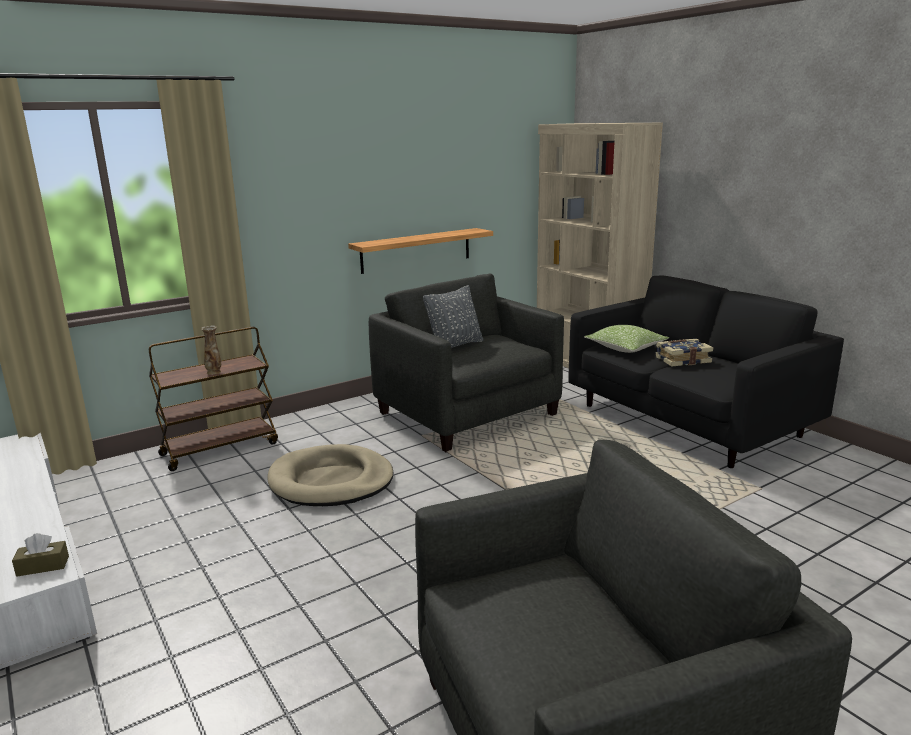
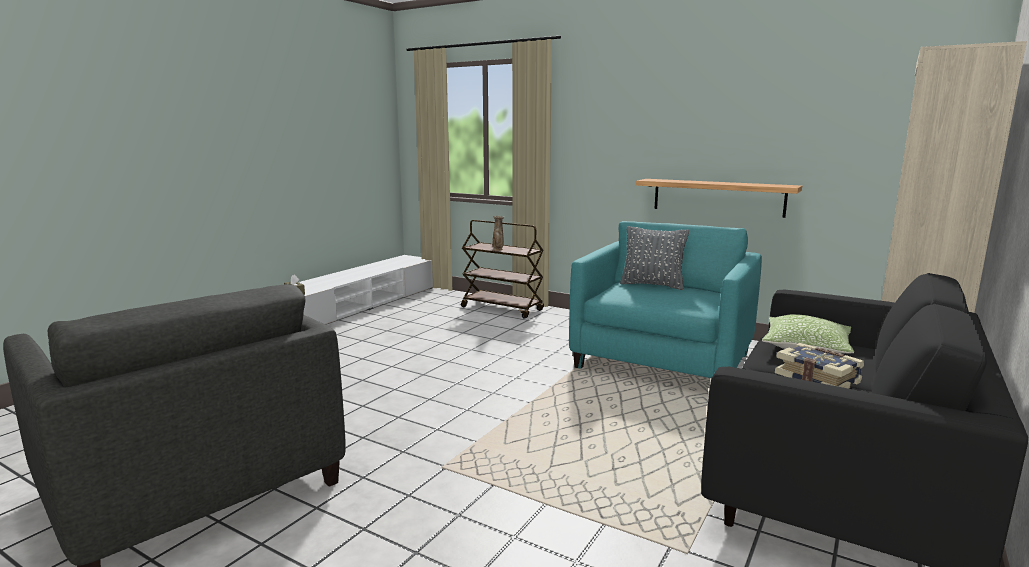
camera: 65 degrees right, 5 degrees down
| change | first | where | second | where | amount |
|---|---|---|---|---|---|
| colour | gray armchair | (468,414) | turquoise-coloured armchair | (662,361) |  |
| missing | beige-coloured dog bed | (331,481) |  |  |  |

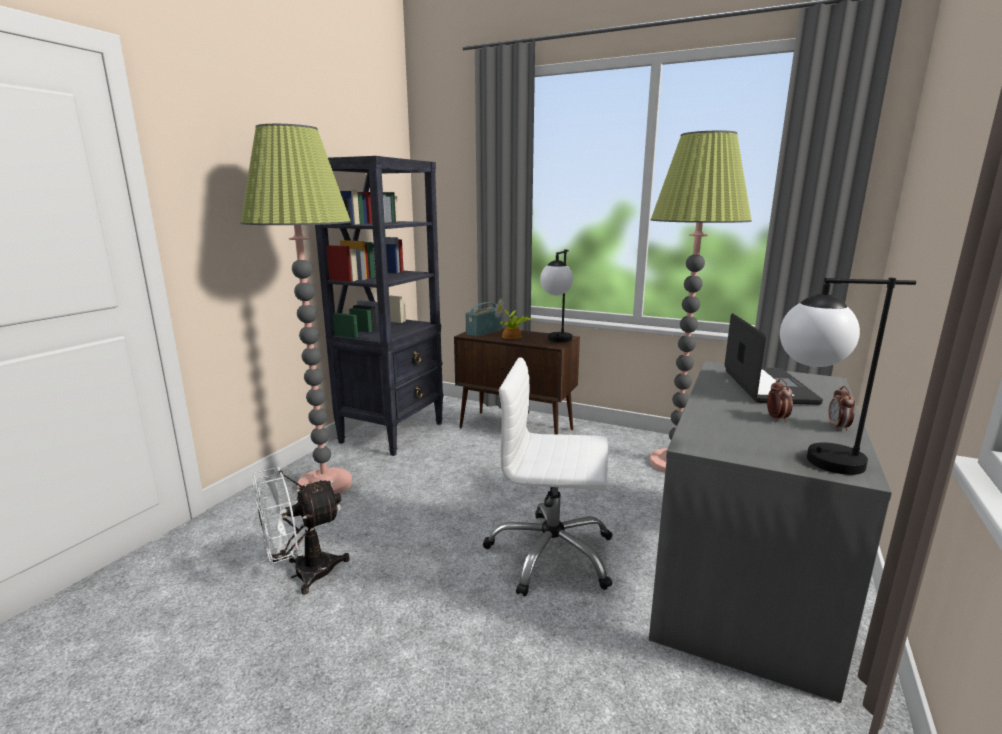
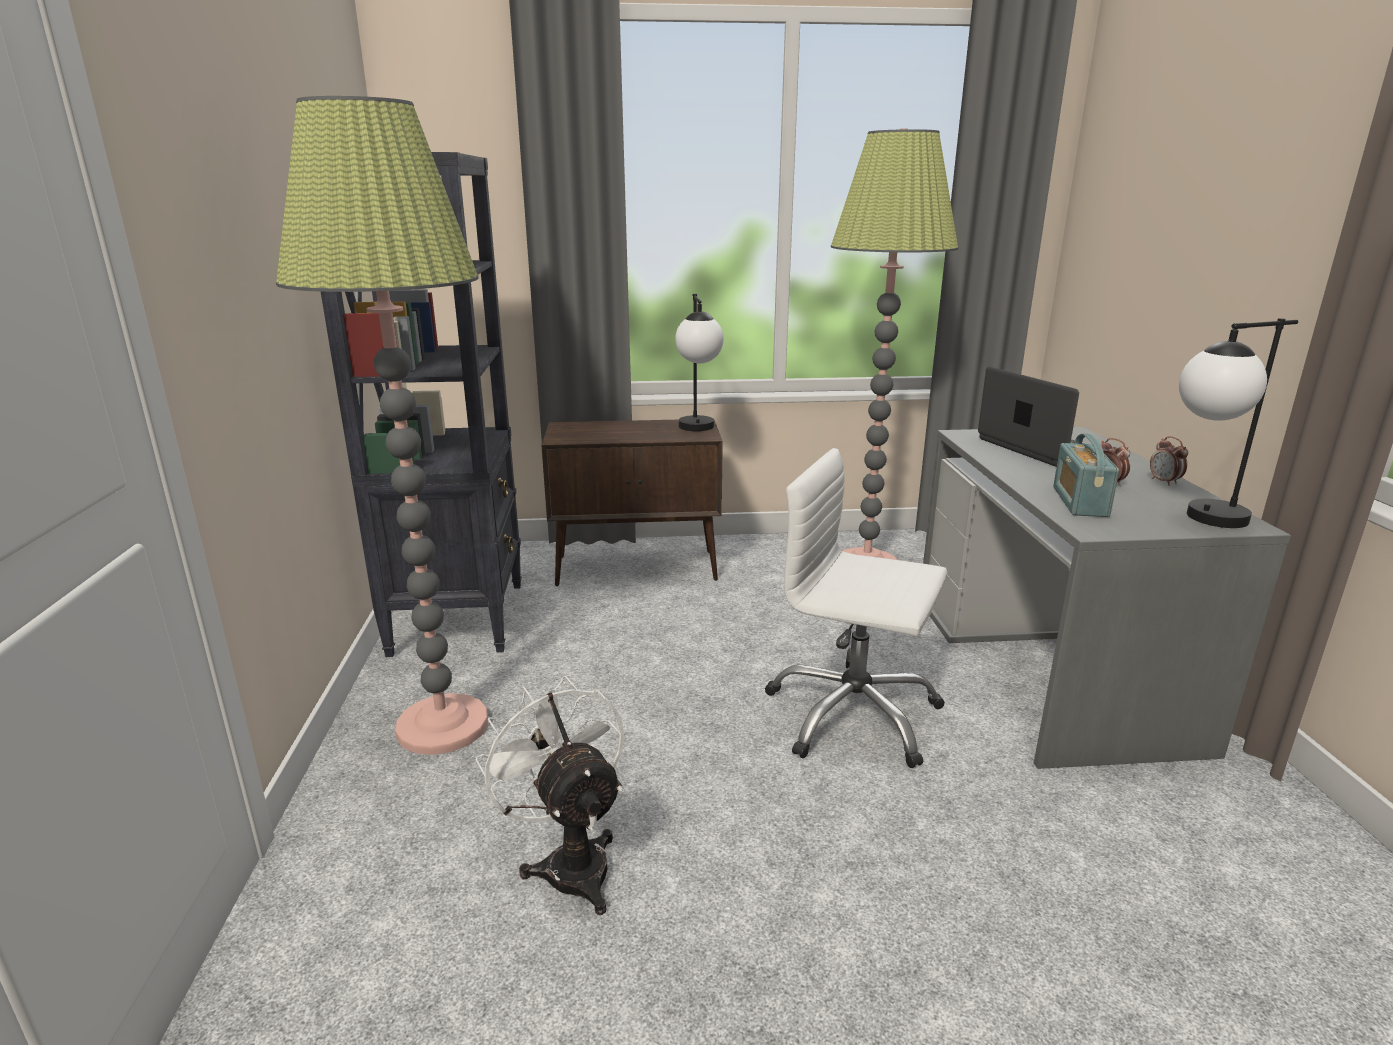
camera: 30 degrees left, 5 degrees up
| change | first | where | second | where | amount |
|---|---|---|---|---|---|
| spun | whitish electric fan | (303,574) |  | (570,862) | 120 degrees clockwise |
| spun | whitish office chair | (551,554) |  | (852,715) | 45 degrees clockwise |
| relocated | radio | (483,332) |  | (1079,502) |  |
| missing | houseplant | (512,336) |  |  |  |

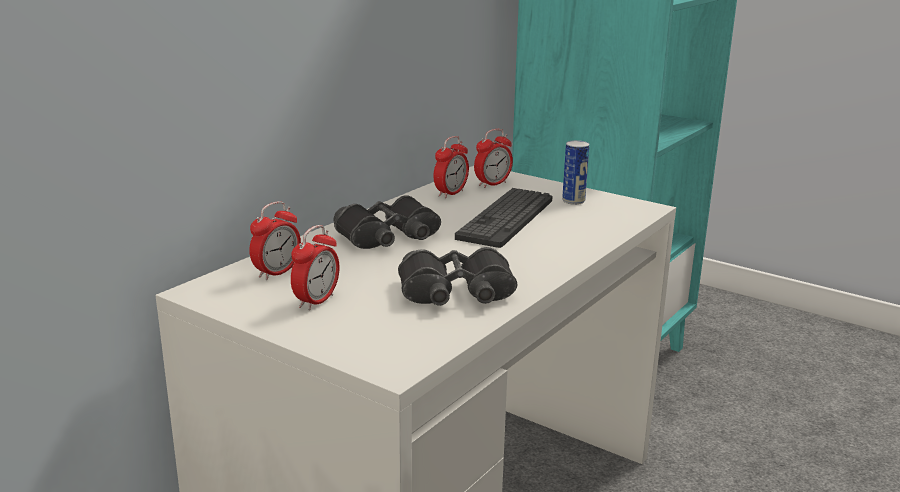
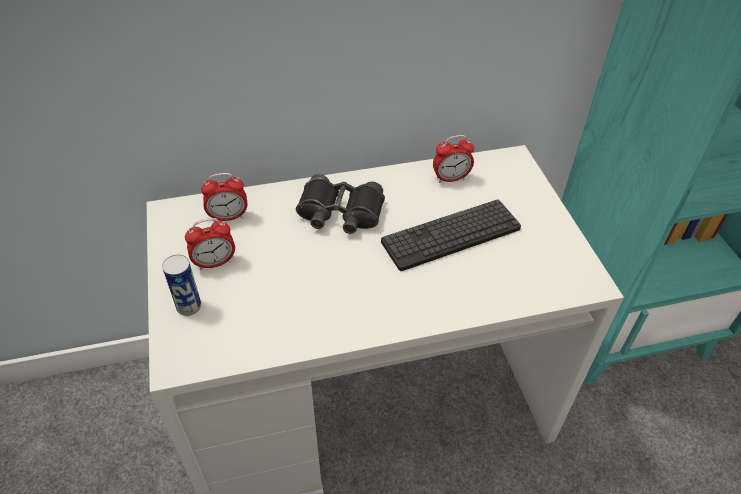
camera: 40 degrees right, 25 degrees up
| change | first | where | second | where | amount |
|---|---|---|---|---|---|
| relocated | can | (573,201) |  | (189,306) |  |
| missing | blackish field glasses | (456,293) |  |  |  |
| missing | bedside clock | (492,184) |  |  |  |

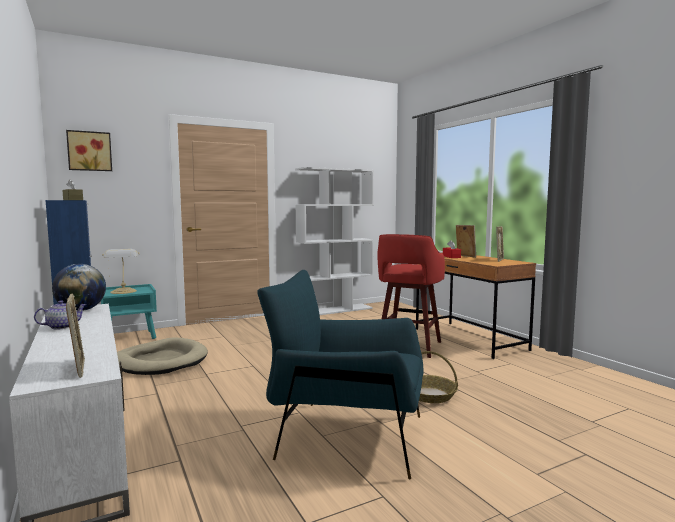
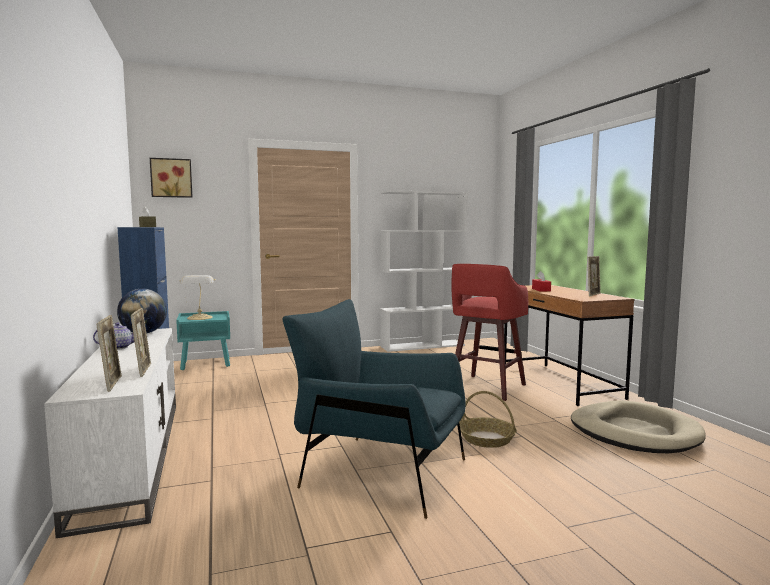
camera: 10 degrees right, 0 degrees up
| change | first | where | second | where | amount |
|---|---|---|---|---|---|
| relocated | standing frame | (465,256) |  | (143,370) |  |
| relocated | beige-coloured dog bed | (161,361) |  | (634,432) |  |

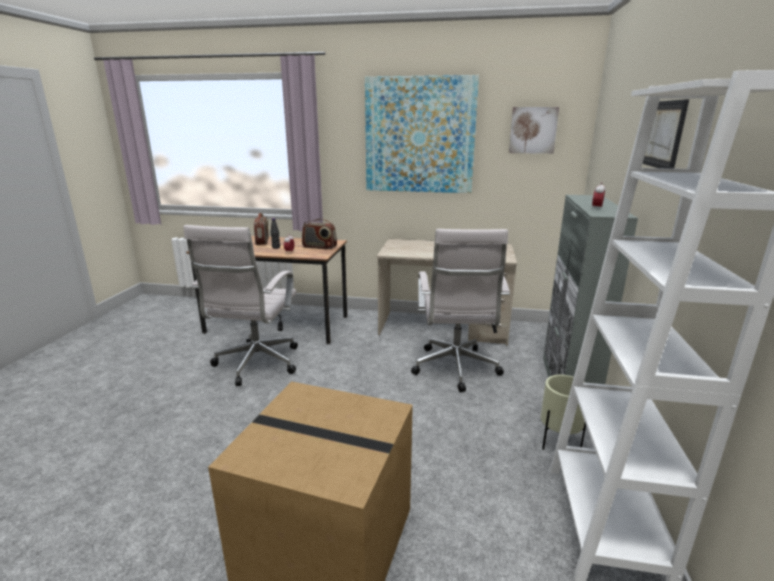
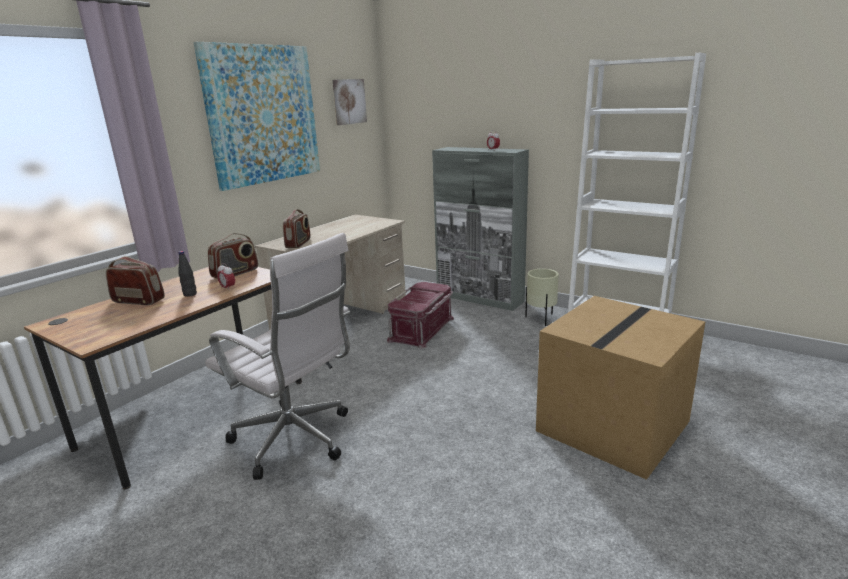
camera: 65 degrees left, 0 degrees up
| change | first | where | second | where | amount |
|---|---|---|---|---|---|
| appeared |  |  | radio | (298,243) |  |
| exchanged | whitish office chair | (455,370) | red-coloured storage bin | (422,329) |  |
| missing | wall picture | (663,134) |  |  |  |

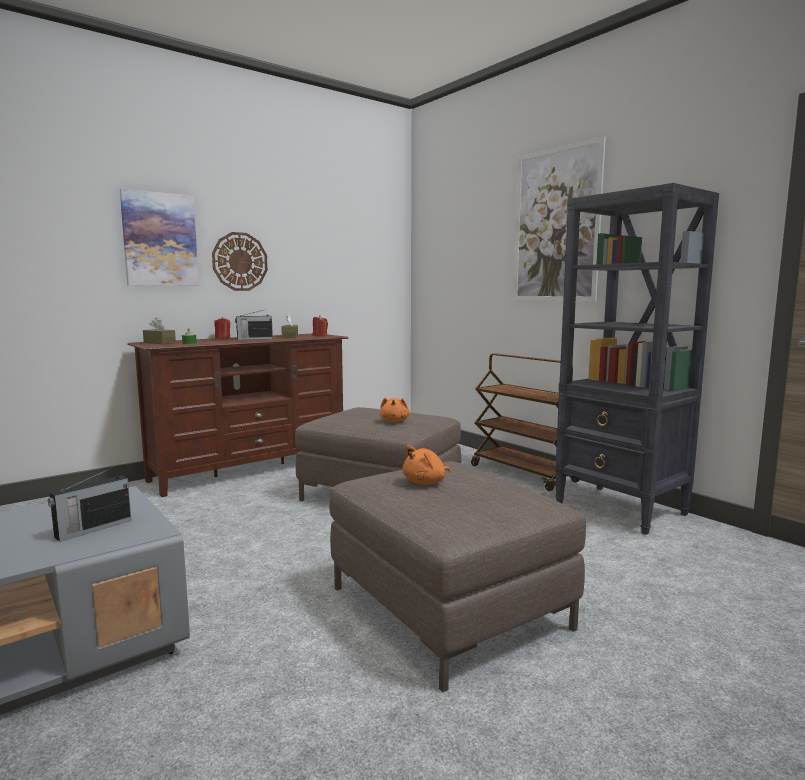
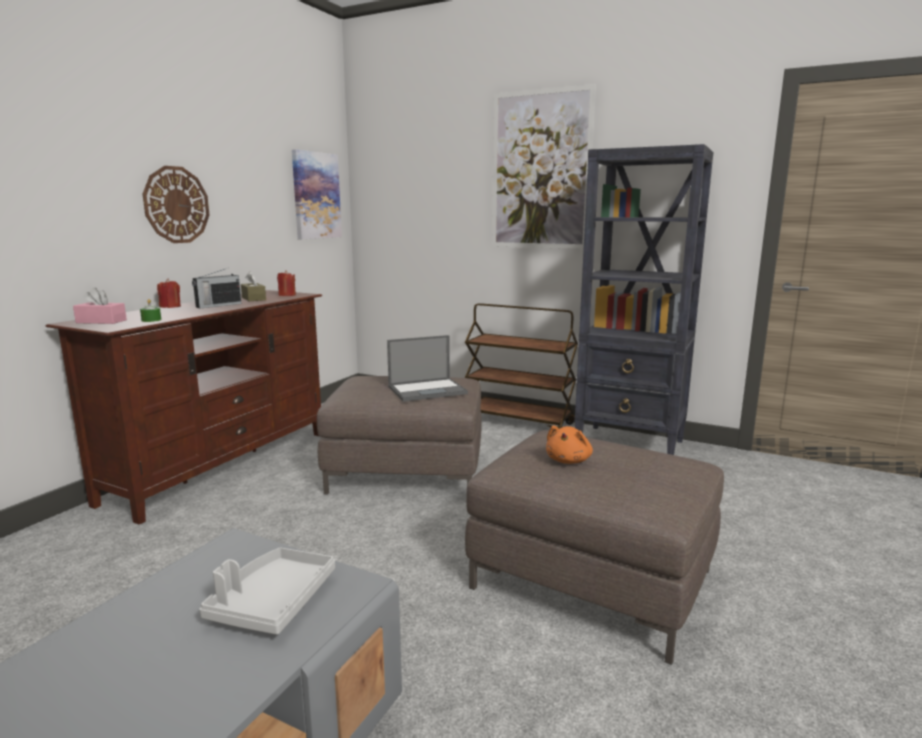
camera: 25 degrees left, 5 degrees up
| change | first | where | second | where | amount |
|---|---|---|---|---|---|
| colour | brownish tissue holder | (159,343) | pink tissue holder | (101,321) |  |
| exchanged | radio | (92,529) | gray serving tray | (272,602) |  |
| relocated | wall picture | (160,239) |  | (316,195) |  |
| exchanged | orange cuddly toy | (394,421) | notebook computer | (428,390) |  |

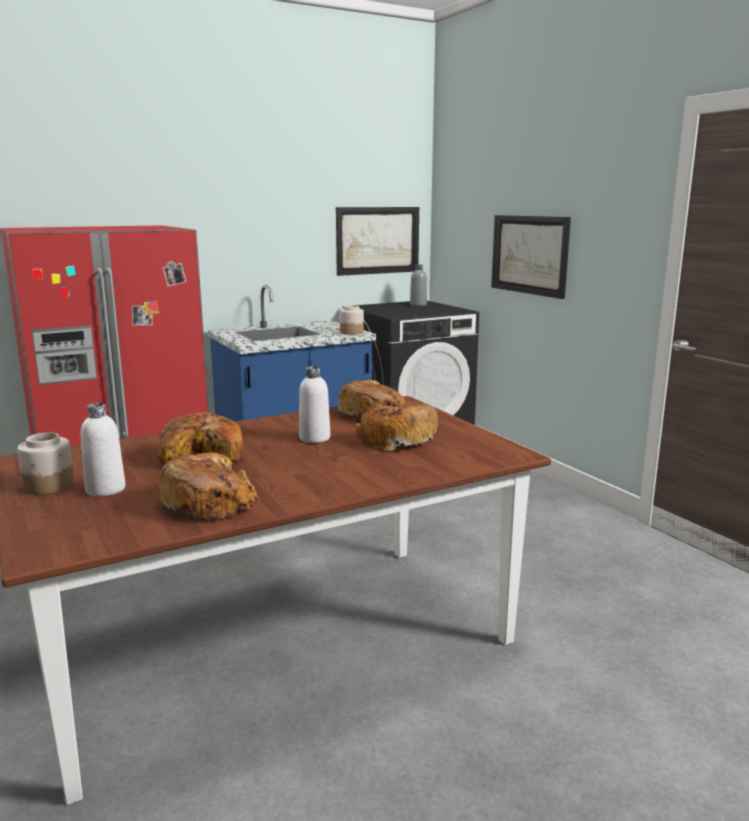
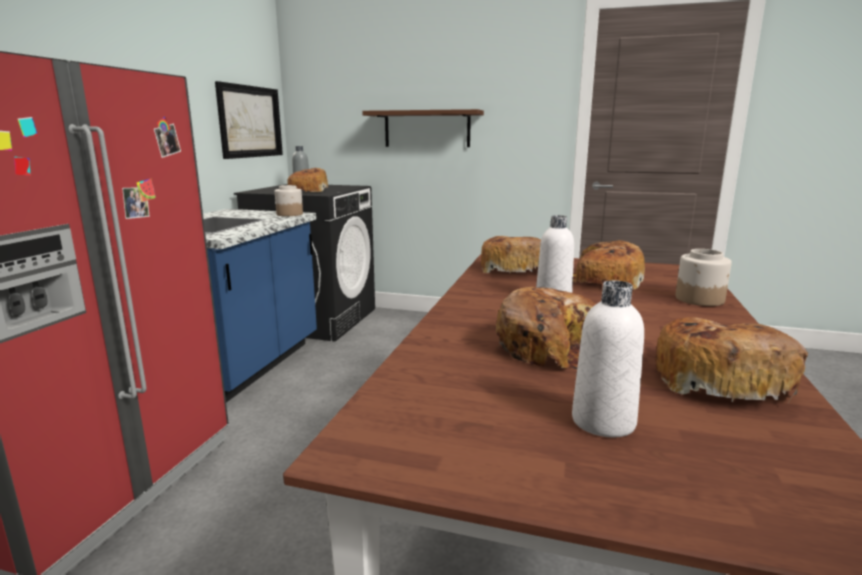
camera: 45 degrees left, 0 degrees up
| change | first | where | second | where | amount |
|---|---|---|---|---|---|
| appeared |  |  | bread | (306,191) |  |
| exchanged | wall picture | (529,254) | brownish wall shelf | (427,129) |  |
| relocated | jar | (49,486) |  | (700,299) |  |

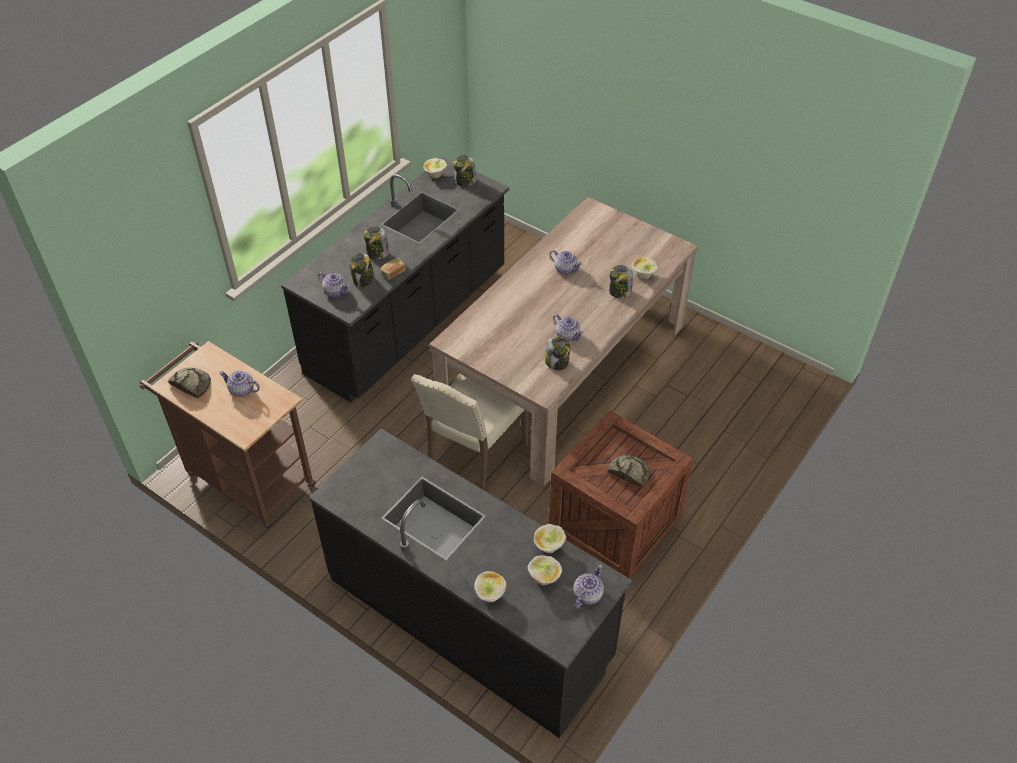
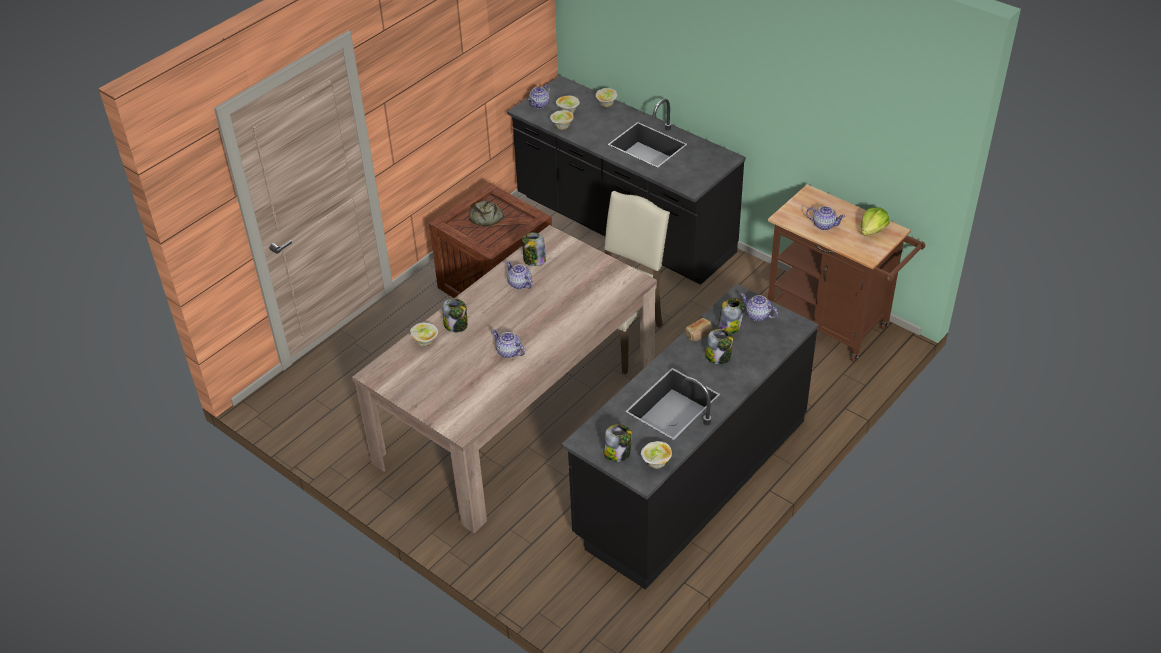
camera: 175 degrees left, 5 degrees down
| change | first | where | second | where | amount |
|---|---|---|---|---|---|
| exchanged | bread | (191,384) | head of lettuce | (872,230) |  |

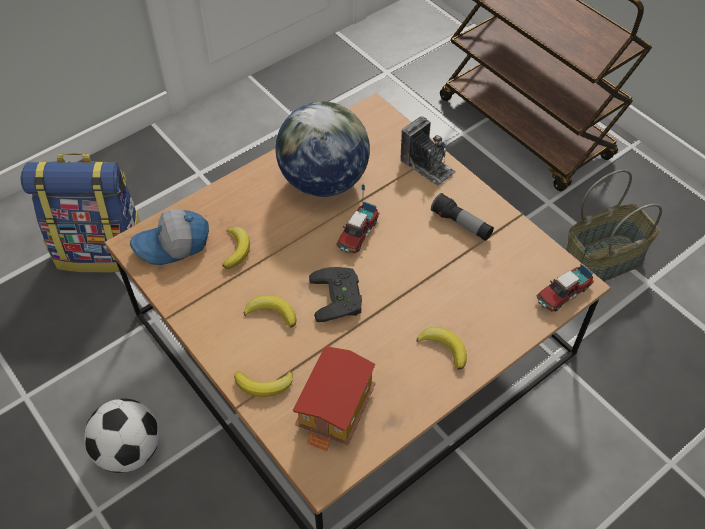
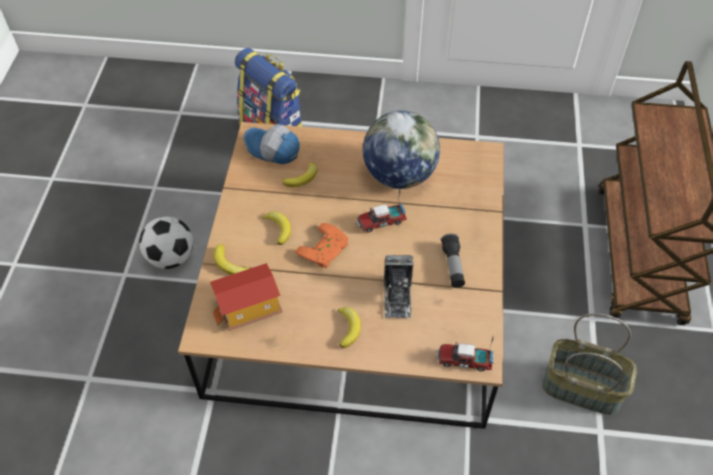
camera: 45 degrees right, 0 degrees up
| change | first | where | second | where | amount |
|---|---|---|---|---|---|
| colour | blackish game controller | (340,297) | orange game controller | (326,250) |  |
| relocated | photo camera | (427,165) |  | (397,297) |  |

